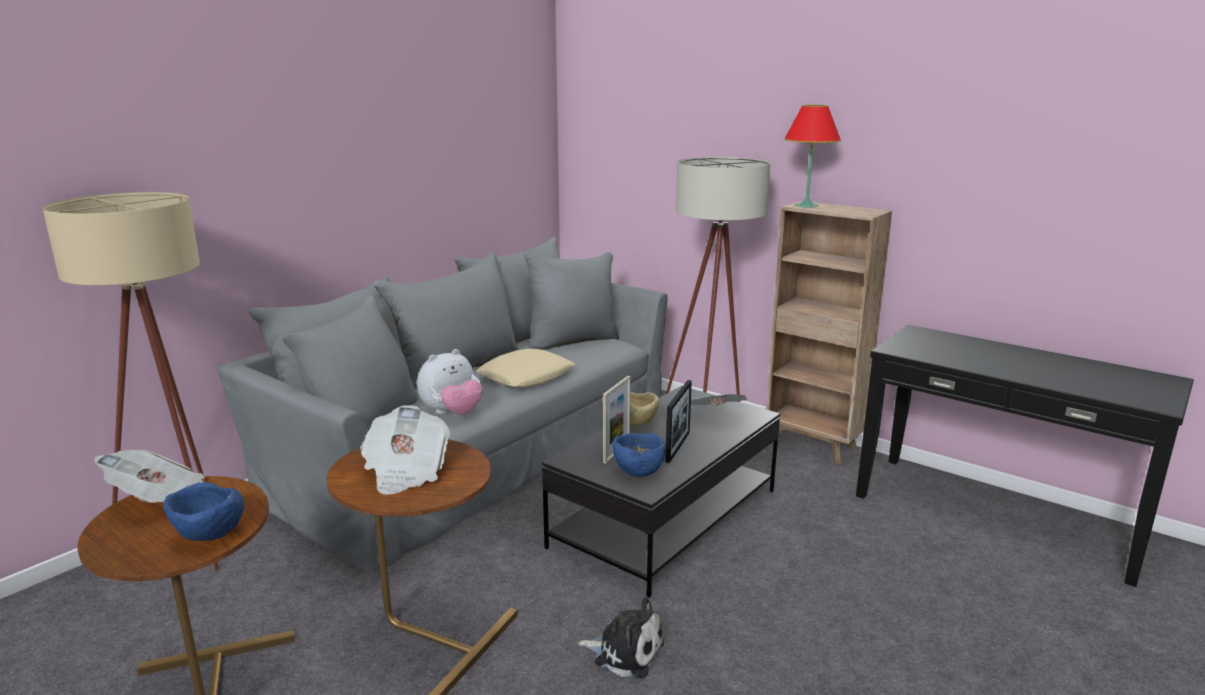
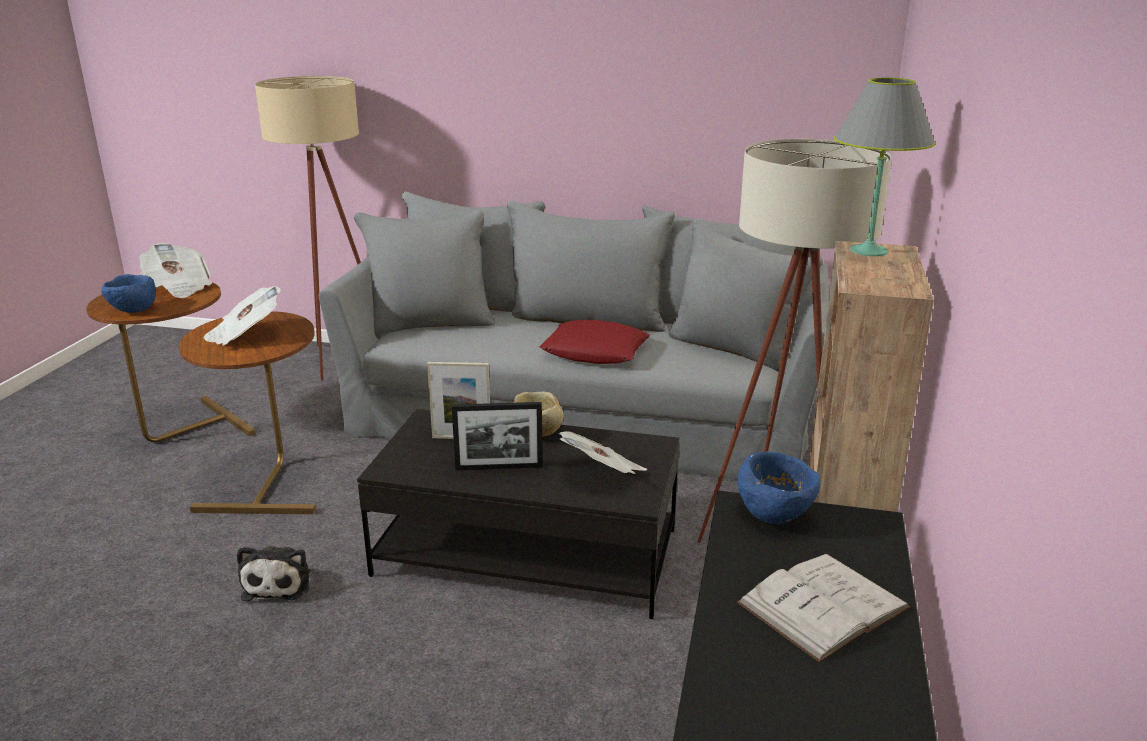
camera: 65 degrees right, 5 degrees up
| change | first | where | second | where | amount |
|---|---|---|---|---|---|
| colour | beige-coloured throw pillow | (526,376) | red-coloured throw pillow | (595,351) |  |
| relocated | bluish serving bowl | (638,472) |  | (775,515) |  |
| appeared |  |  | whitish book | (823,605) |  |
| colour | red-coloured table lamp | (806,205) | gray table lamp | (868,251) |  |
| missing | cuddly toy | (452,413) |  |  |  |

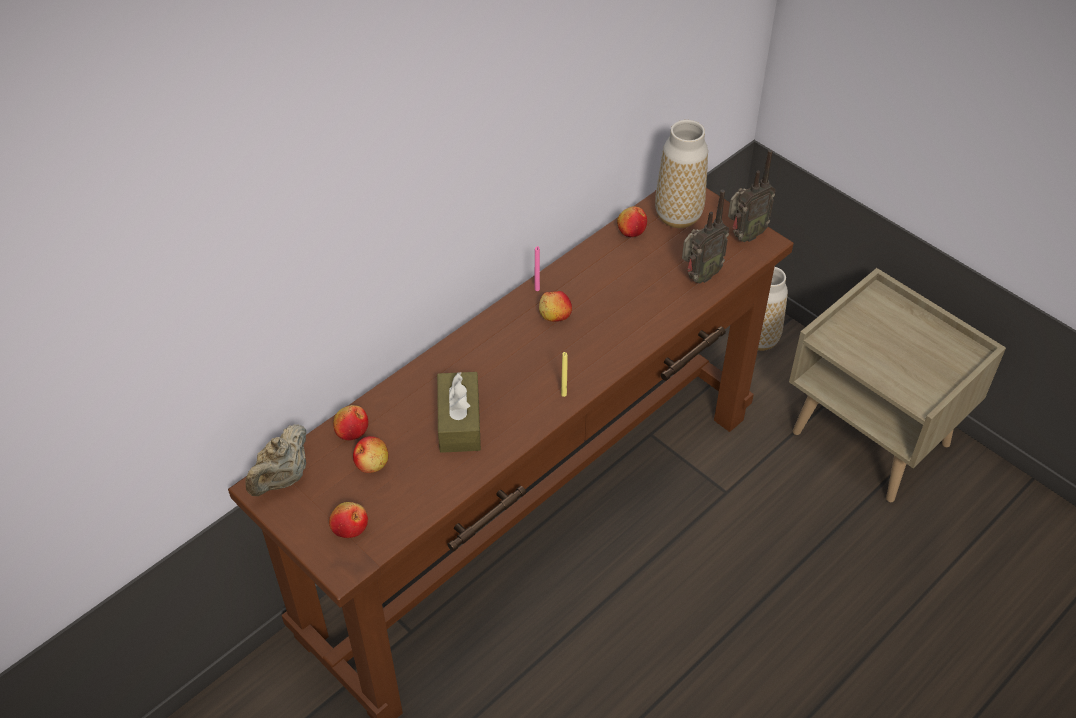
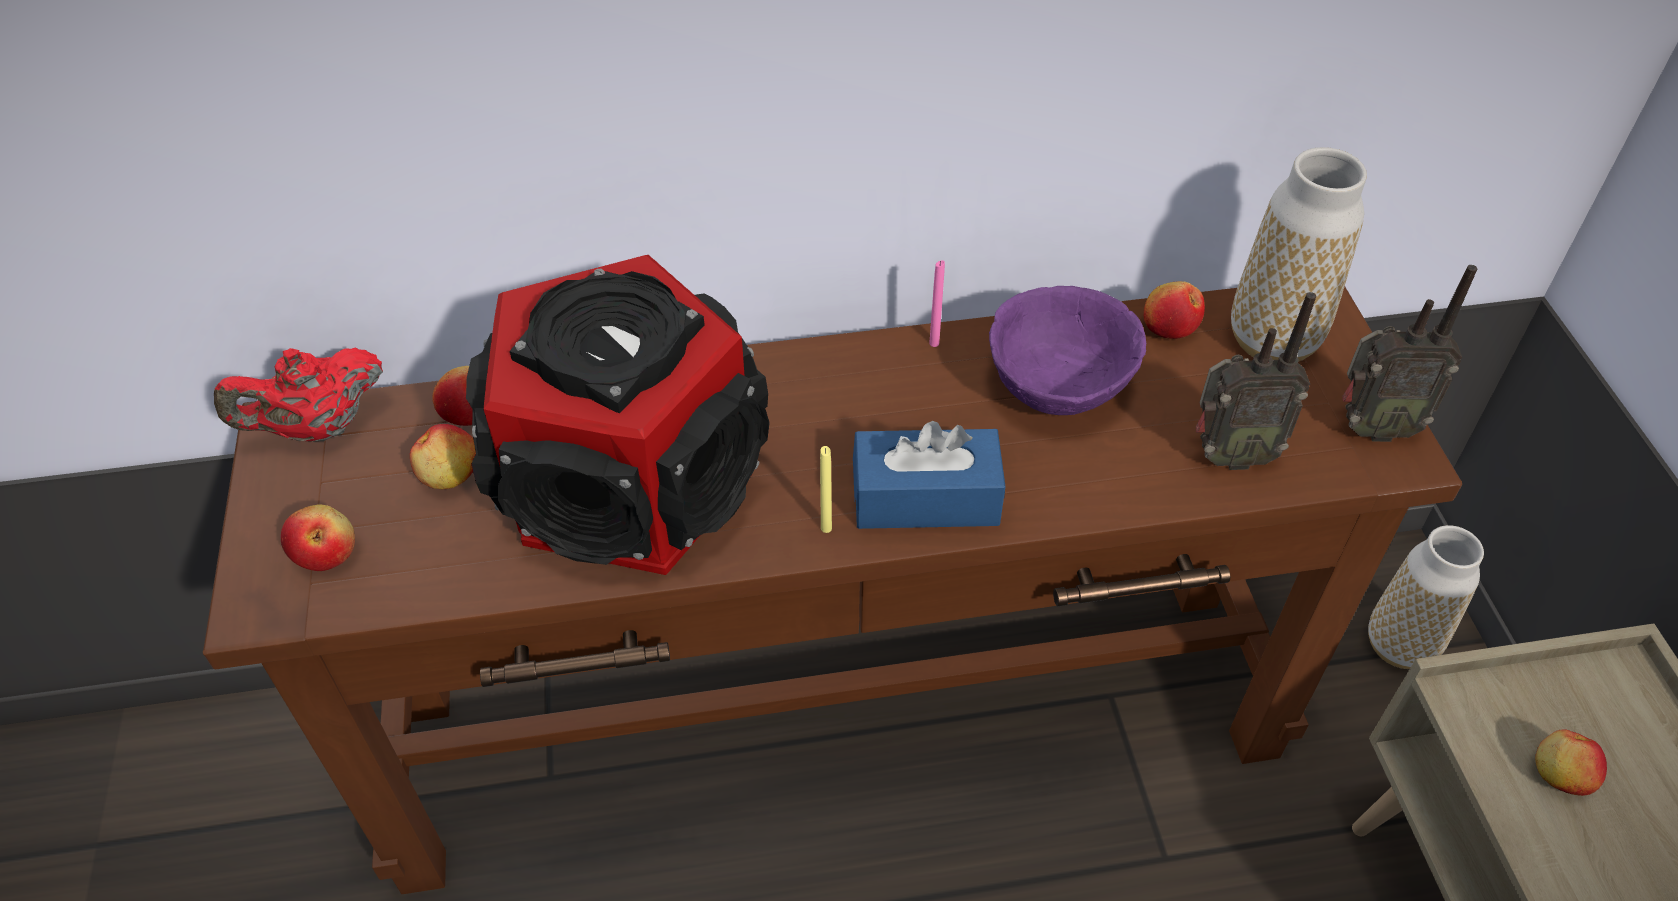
camera: 35 degrees right, 0 degrees up
| change | first | where | second | where | amount |
|---|---|---|---|---|---|
| colour | beige-coloured teapot | (282,478) | red-coloured teapot | (318,428) |  |
| exchanged | brownish tissue holder | (459,422) | loudspeaker | (629,482) |  |
| appeared |  |  | bluish tissue holder | (926,498) |  |
| appeared |  |  | purplish serving bowl | (1059,386) |  |
| relocated | whole apple | (554,316) |  | (1560,775) |  |

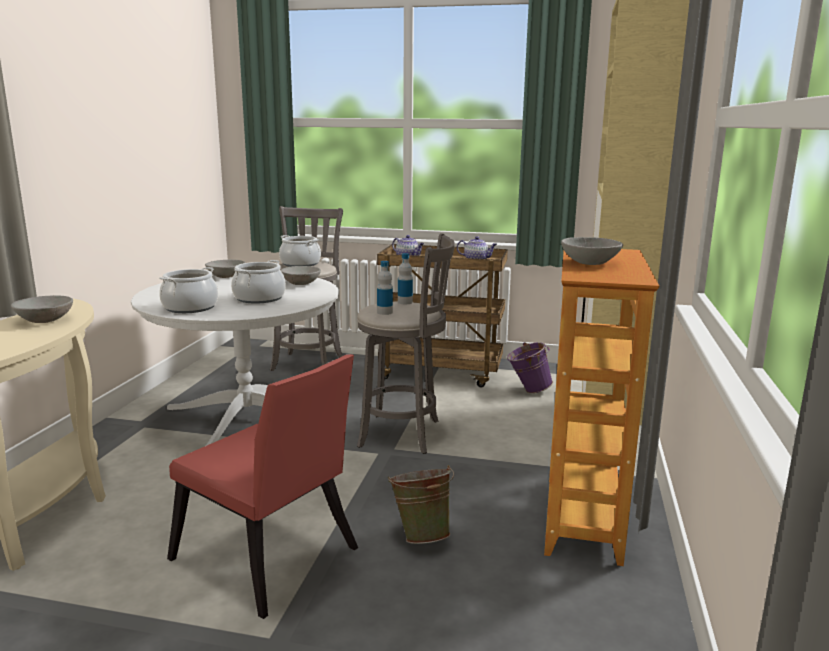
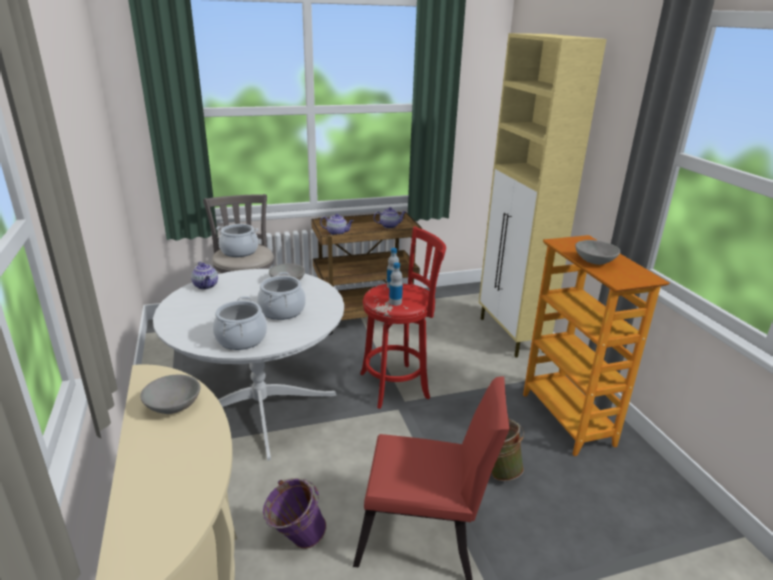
camera: 30 degrees left, 10 degrees up
| change | first | where | second | where | amount |
|---|---|---|---|---|---|
| exchanged | gray serving bowl | (226,276) | teapot | (206,286) |  |
| relocated | purplish pail | (527,390) |  | (295,540) |  |
| colour | gray sitting stool | (404,434) | red-coloured sitting stool | (398,385) |  |

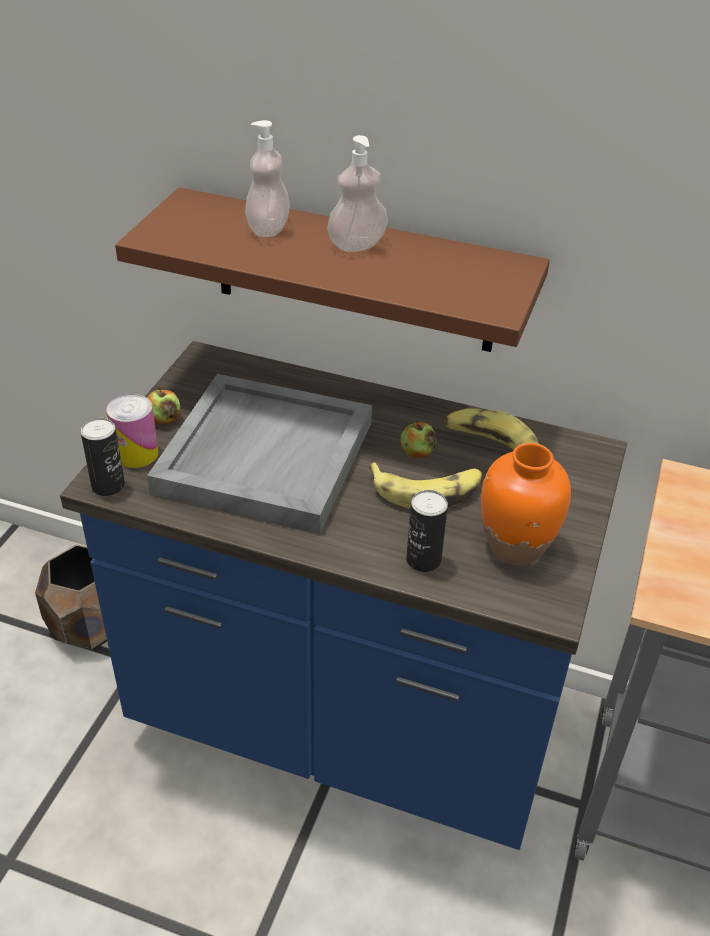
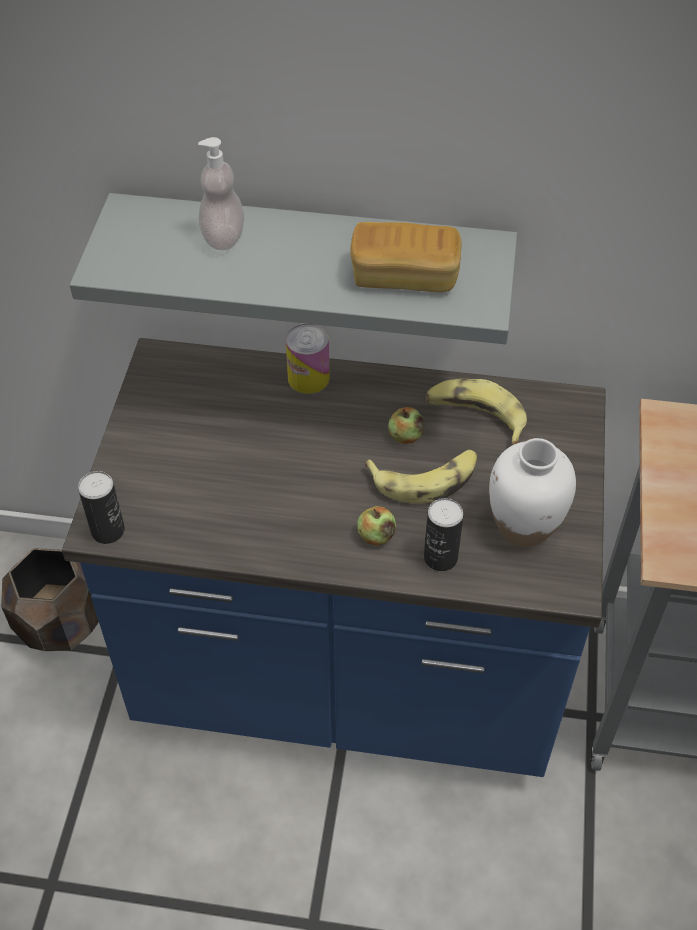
camera: 10 degrees left, 10 degrees up
| change | first | where | second | where | amount |
|---|---|---|---|---|---|
| colour | brownish wall shelf | (354,272) | gray wall shelf | (311,258) |  |
| relocated | can | (136,453) |  | (308,378) |  |
| appeared |  |  | bread | (404,276) |  |
| relocated | whole apple | (164,419) |  | (376,536) |  |
| colour | orange flower vase | (515,547) | whitish flower vase | (524,527) |  |
| missing | gray serving tray | (264,455) |  |  |  |
| missing | soap bottle | (357,245) |  |  |  |

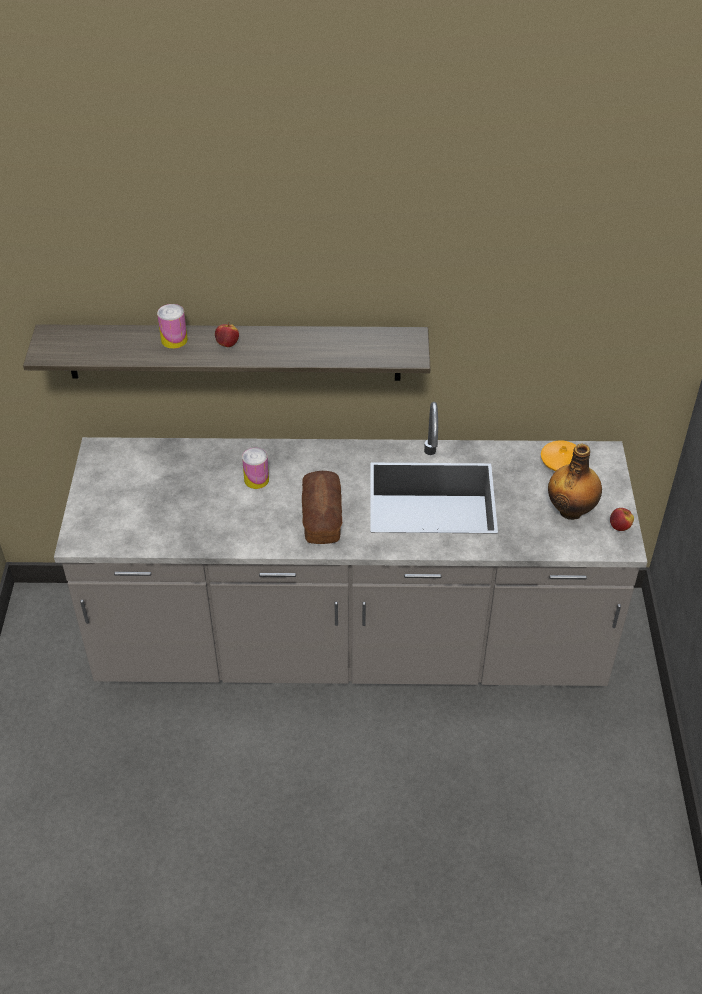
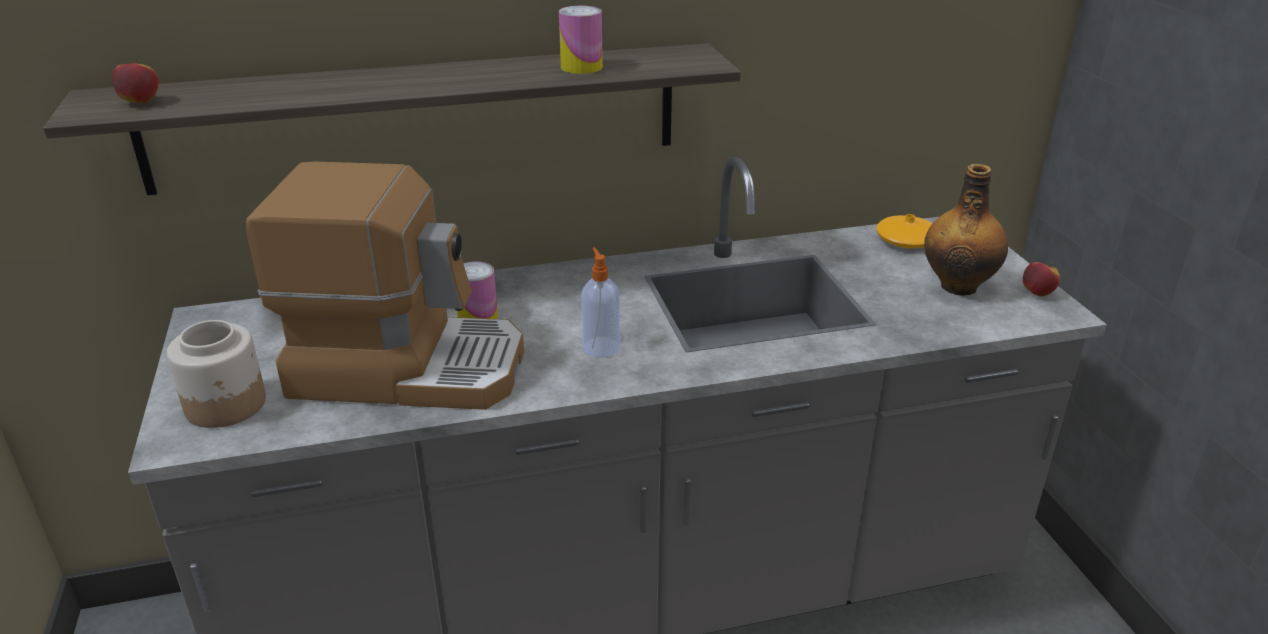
camera: 15 degrees left, 15 degrees down
| change | first | where | second | where | amount |
|---|---|---|---|---|---|
| relocated | whole apple | (227,344) |  | (140,102) |  |
| appeared |  |  | jar | (226,405) |  |
| appeared |  |  | coffee brewer | (408,366) |  |
| relocated | can | (174,340) |  | (581,67) |  |
| exchanged | bread | (322,517) | soap bottle | (601,346) |  |

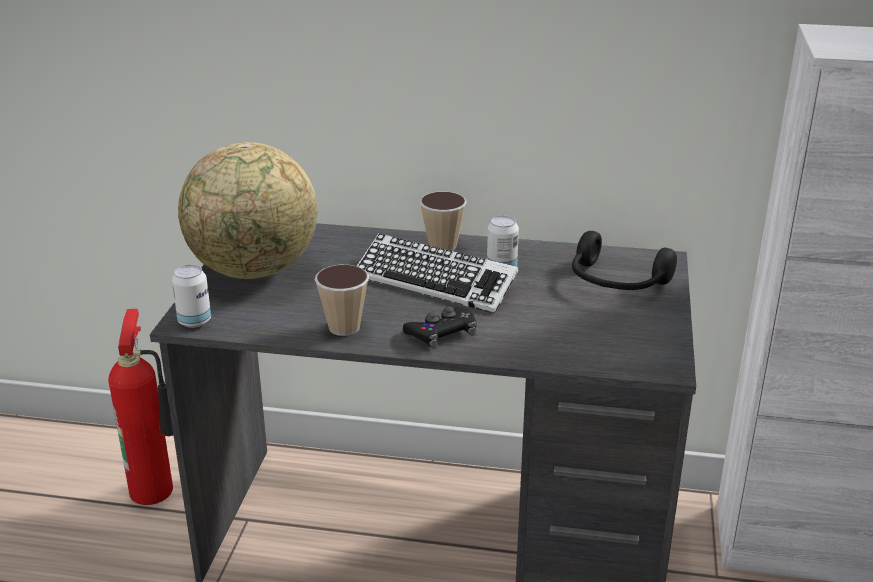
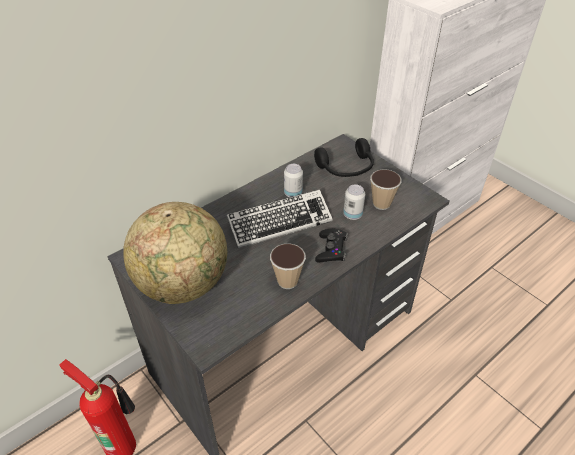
camera: 50 degrees left, 15 degrees up
| change | first | where | second | where | amount |
|---|---|---|---|---|---|
| relocated | can | (194,321) |  | (352,215) |  |
| relocated | cup | (442,246) |  | (381,204) |  |

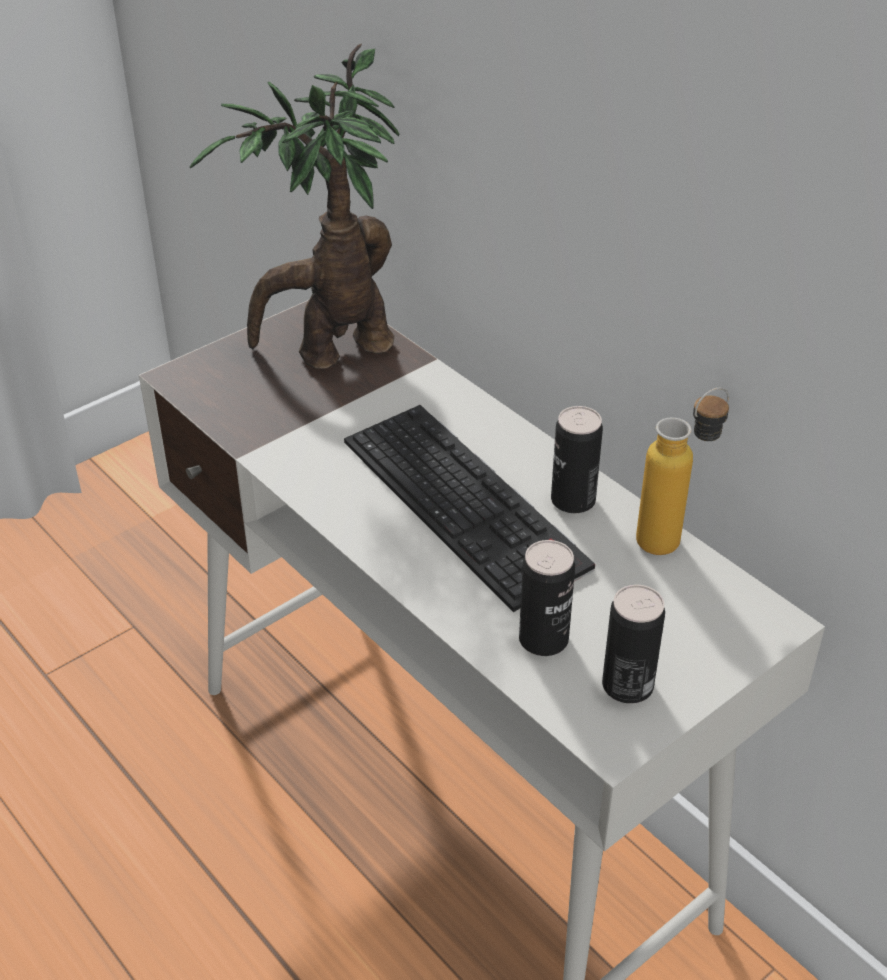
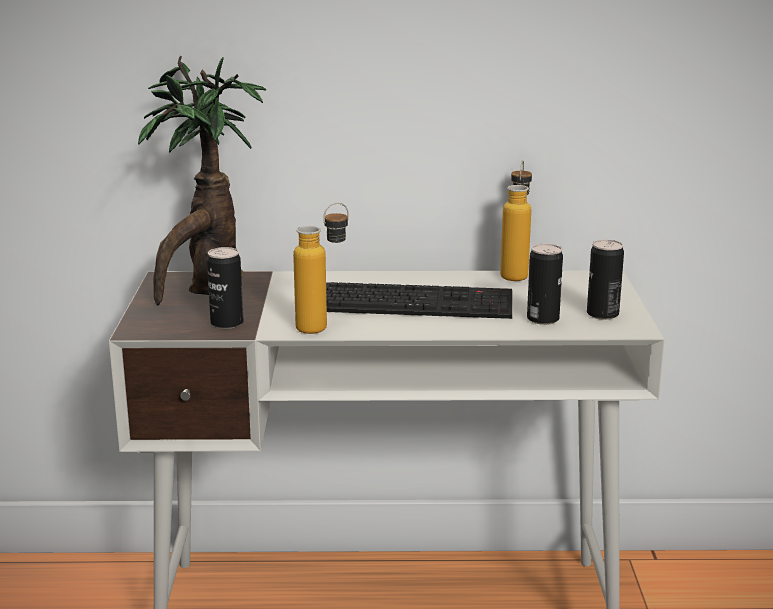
camera: 50 degrees left, 20 degrees down
| change | first | where | second | where | amount |
|---|---|---|---|---|---|
| relocated | can | (573,500) |  | (227,323) |  |
| appeared |  |  | bottle | (323,326) |  |

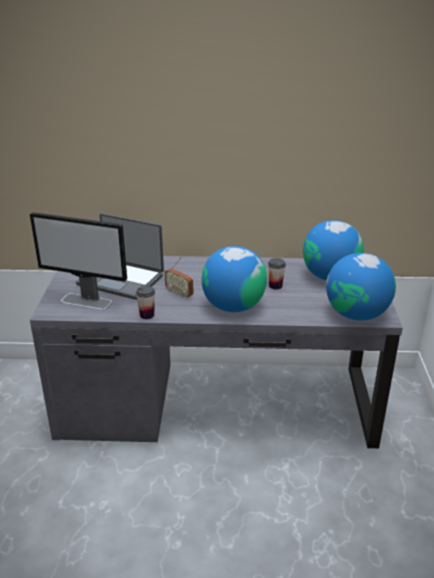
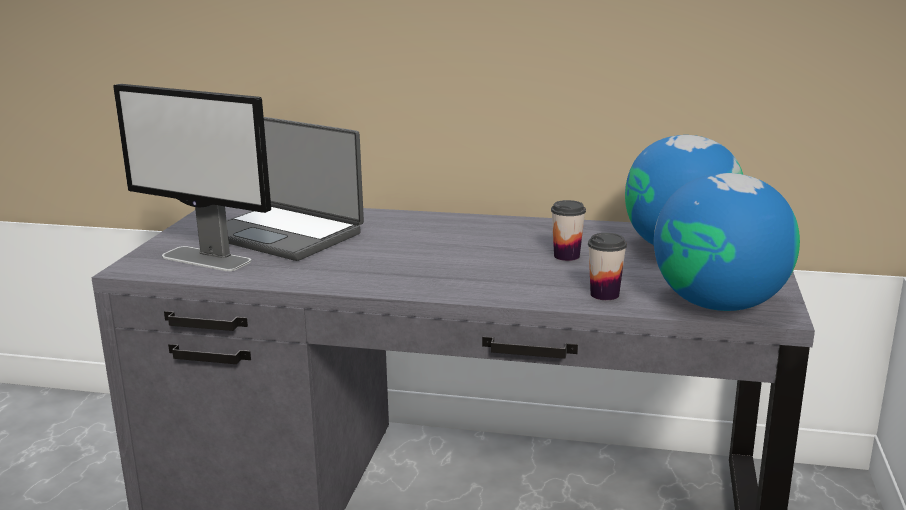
camera: 10 degrees right, 10 degrees down
| change | first | where | second | where | amount |
|---|---|---|---|---|---|
| relocated | cup | (147,315) |  | (604,294) |  |
| missing | radio | (179,293) |  |  |  |
| missing | globe | (233,306) |  |  |  |

